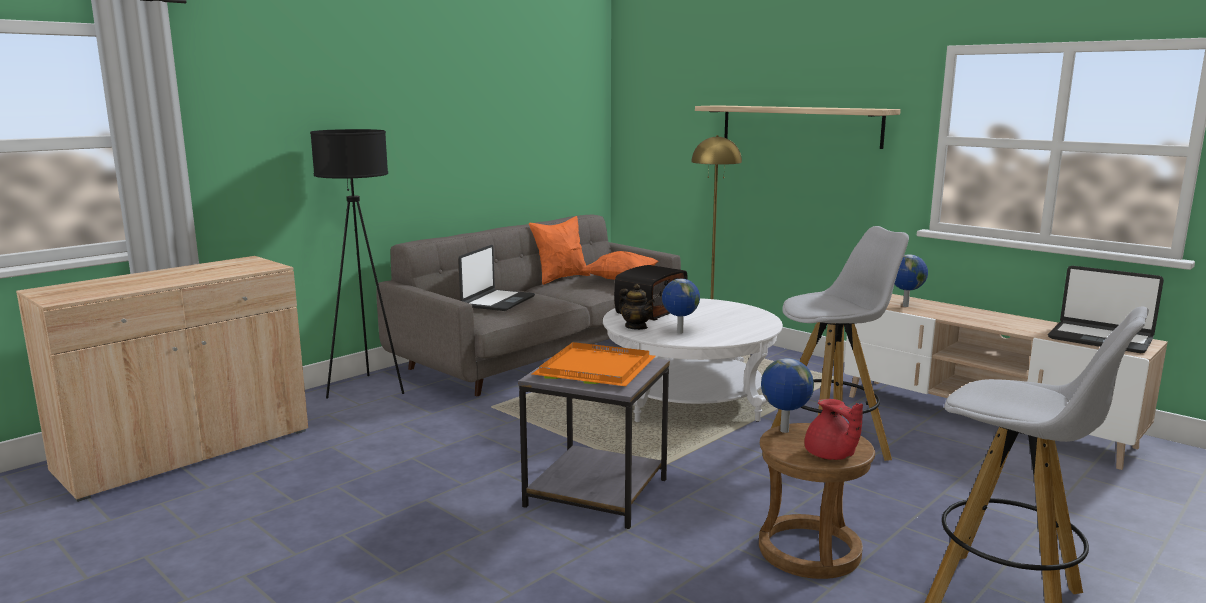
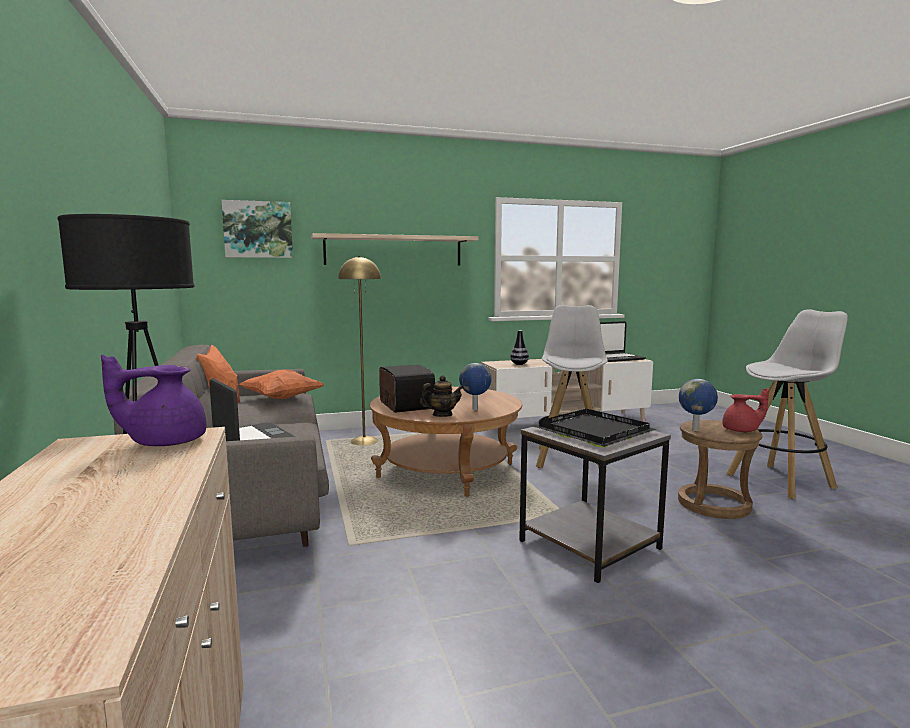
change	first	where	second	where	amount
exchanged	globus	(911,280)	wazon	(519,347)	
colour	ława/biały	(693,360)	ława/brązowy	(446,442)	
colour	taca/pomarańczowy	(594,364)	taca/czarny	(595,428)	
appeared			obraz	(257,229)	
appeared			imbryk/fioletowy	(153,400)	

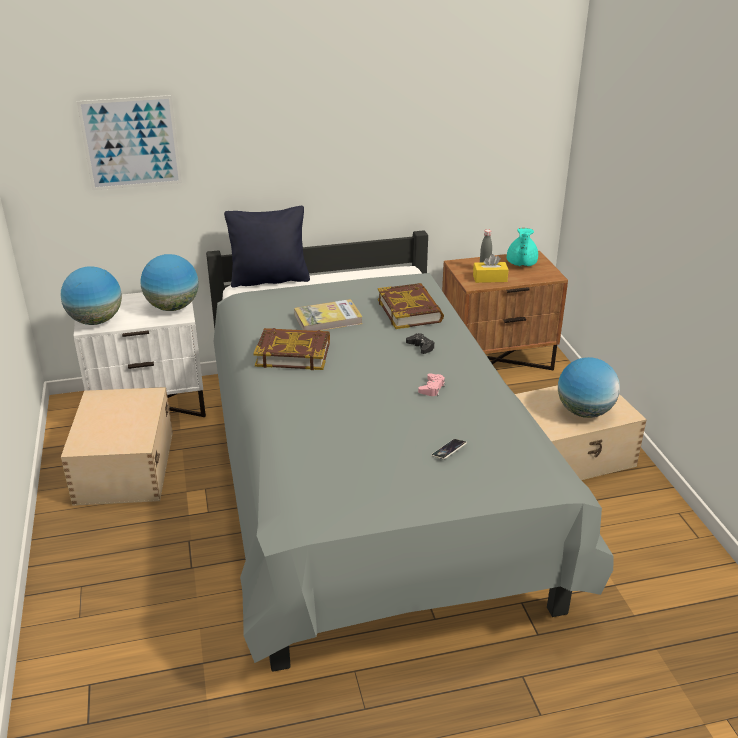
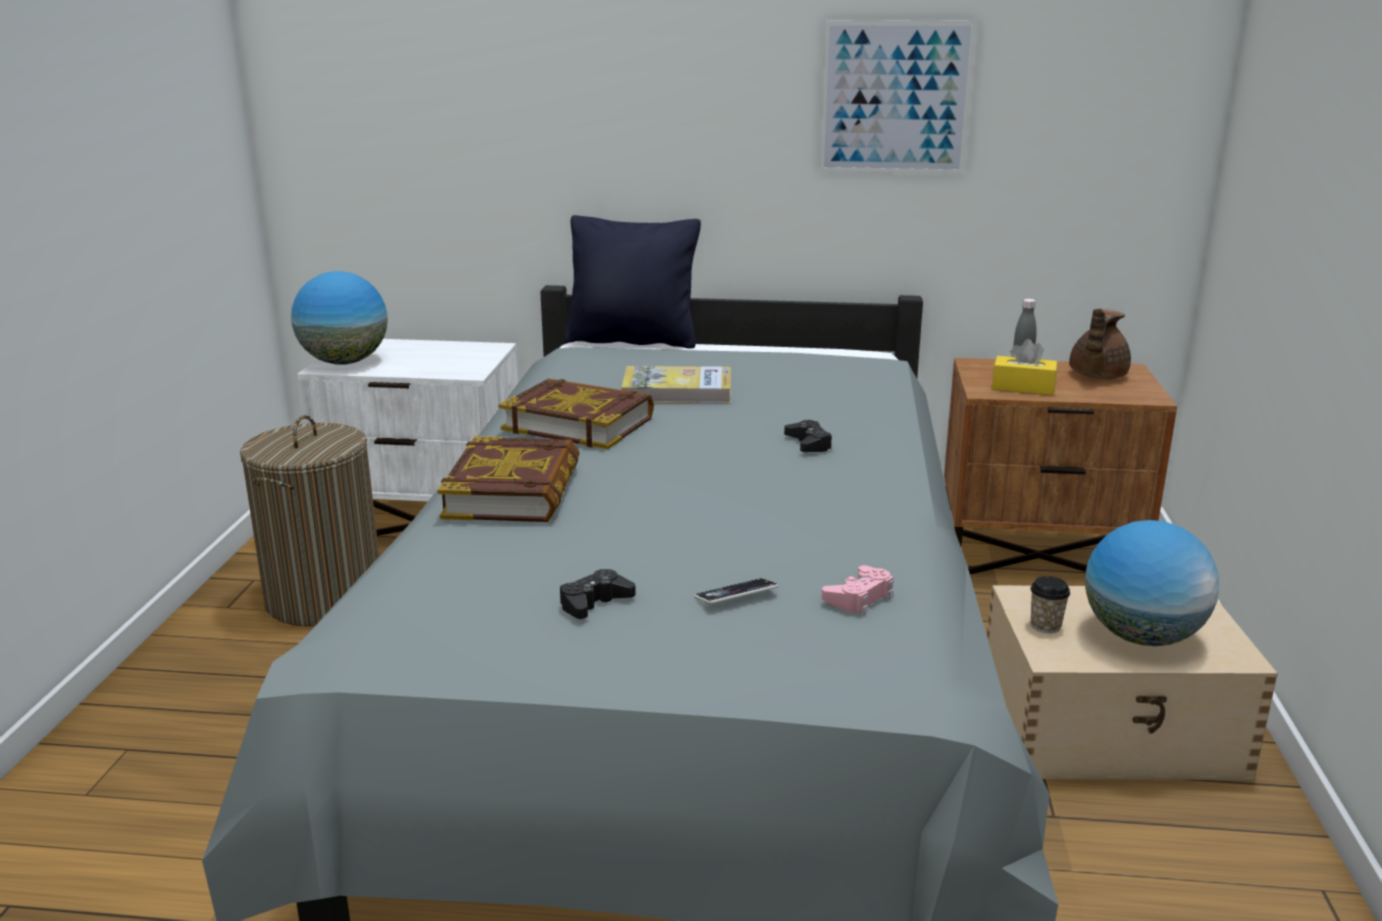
change	first	where	second	where	amount
relocated	obraz	(129,142)		(898,97)	
colour	imbryk/turkusowy	(522,247)	imbryk/brązowy	(1100,344)	
missing	globus	(169,282)			
relocated	książka	(411,306)		(508,479)	
relocated	pad do gier/różowy	(431,384)		(857,590)	
exchanged	pojemnik do przechowywania/beżowy	(117,446)	kosz na pranie	(309,521)	
appeared			pad do gier/czarny	(598,594)	
appeared			filiżanka	(1050,604)	

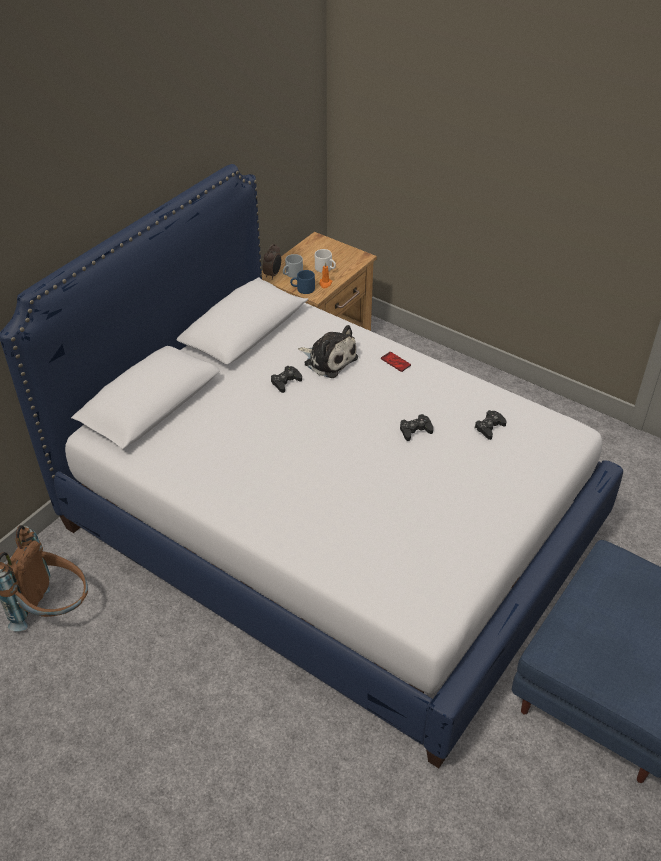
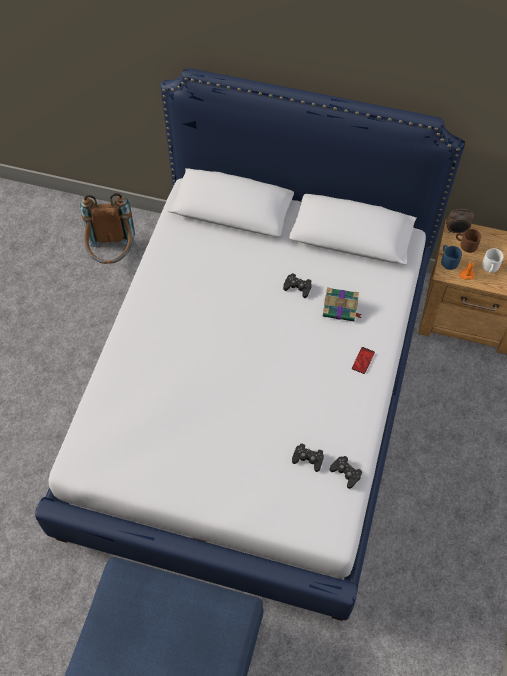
change	first	where	second	where	amount
colour	kubek/szary	(293,266)	kubek/brązowy	(468,241)	
exchanged	pluszak	(328,351)	książka	(342,304)	
relocated	pad do gier/czarny	(416,427)		(346,472)	

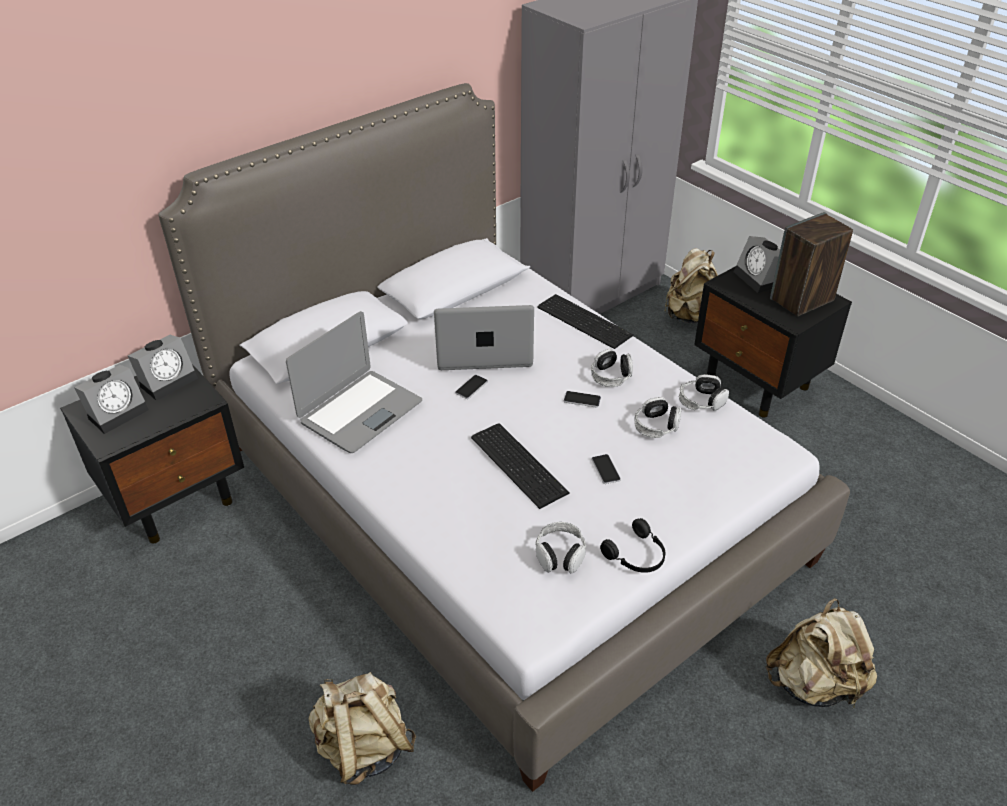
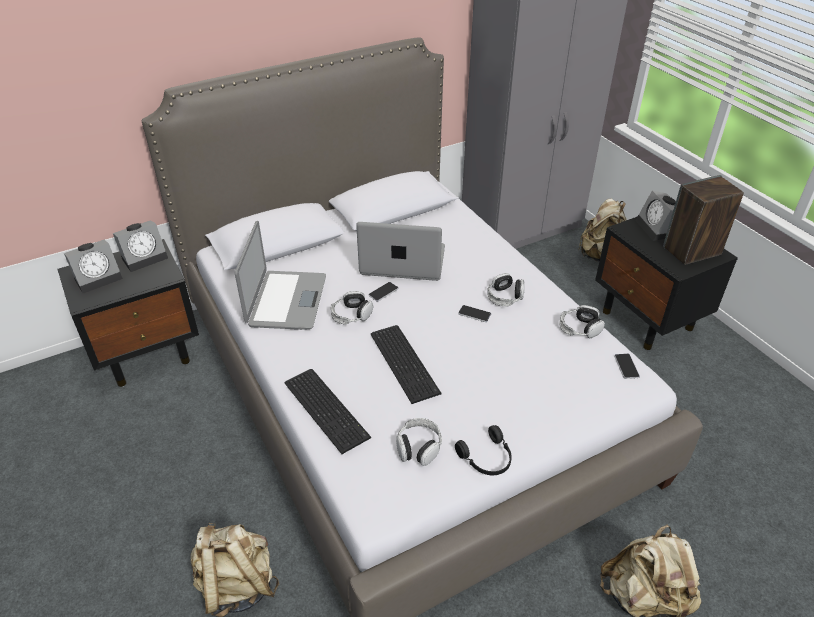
change	first	where	second	where	amount
relocated	klawiatura	(585,321)		(328,411)	
spun	laptop	(354,382)		(280,275)	45 degrees counterclockwise
relocated	słuchawki	(657,417)		(352,308)	
relocated	telefon	(606,469)		(627,366)	

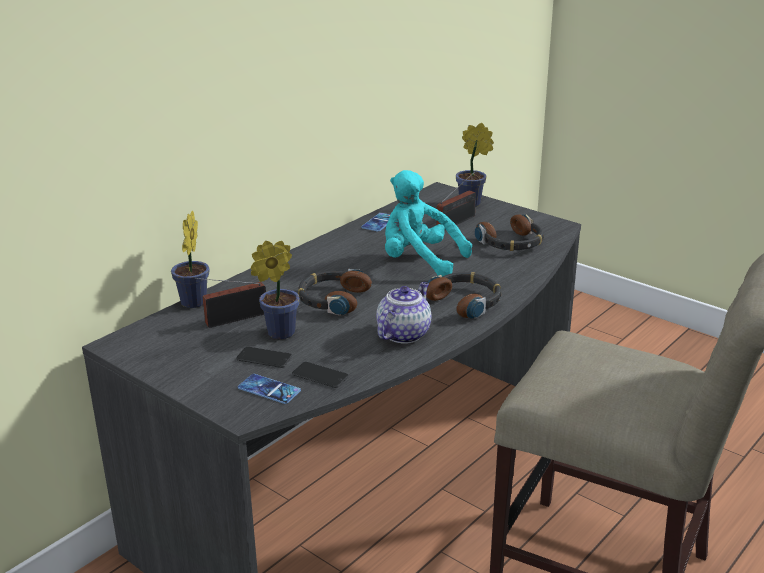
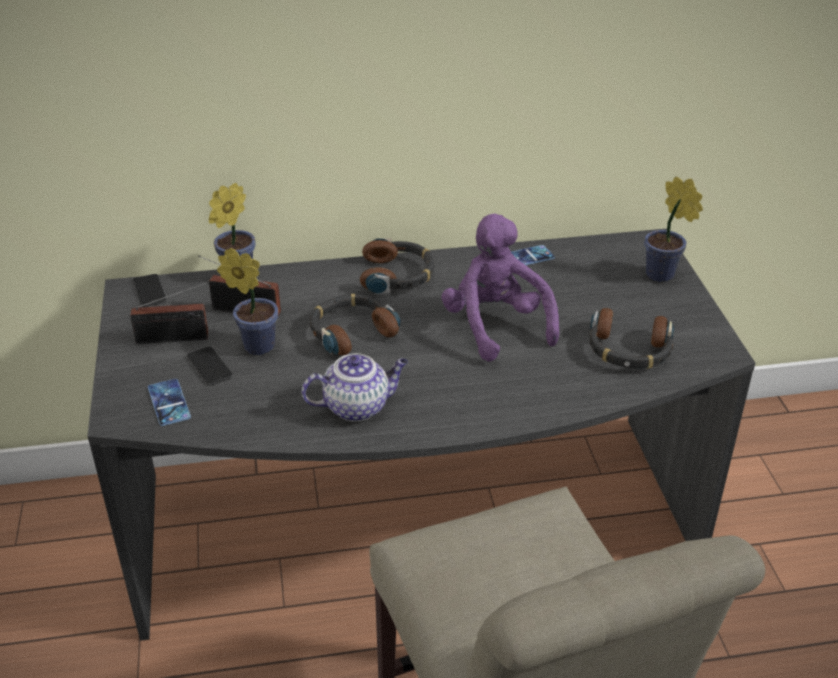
change	first	where	second	where	amount
colour	pluszak/turkusowy	(428,223)	pluszak/fioletowy	(500,288)	
relocated	radio	(456,200)		(169,313)	
relocated	słuchawki	(463,295)		(397,265)	
relocated	telefon	(320,375)		(150,290)	

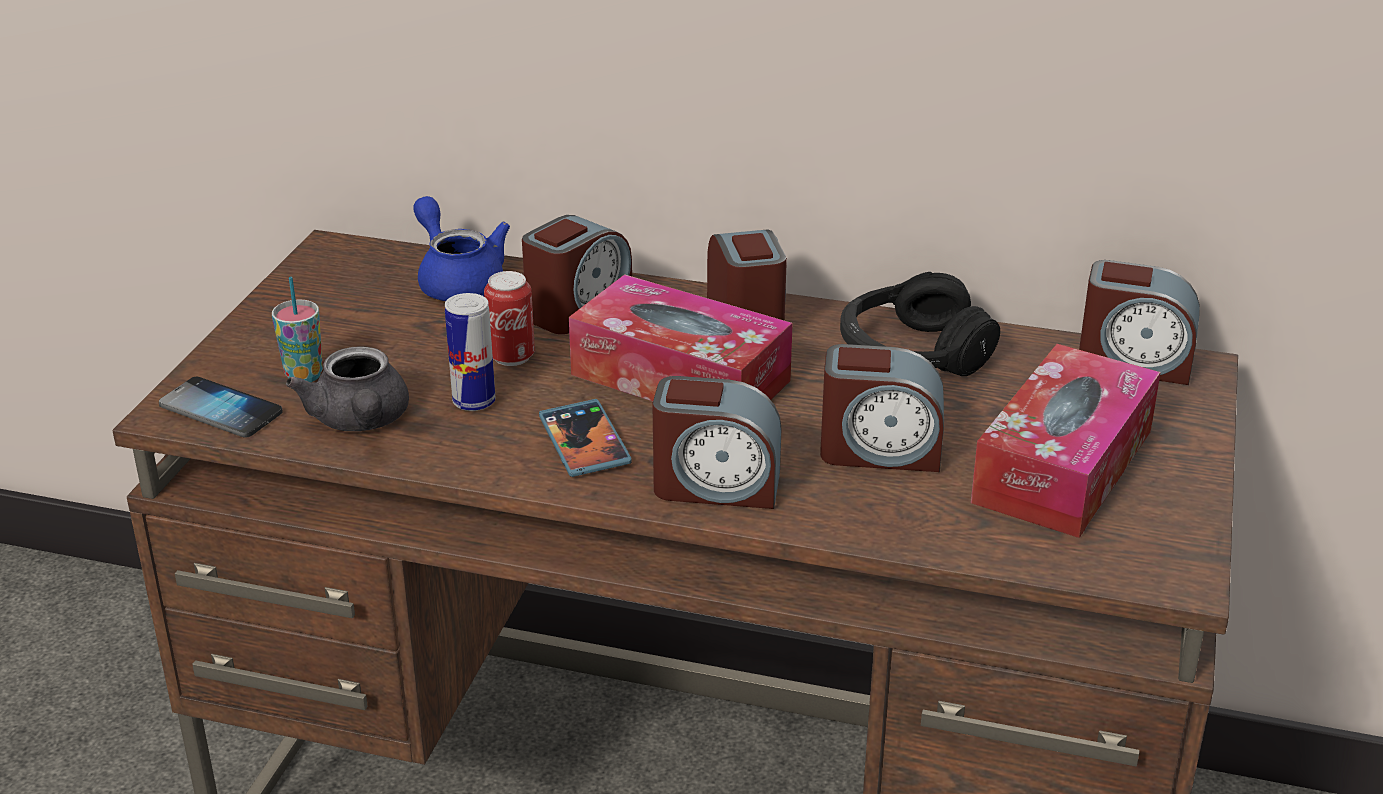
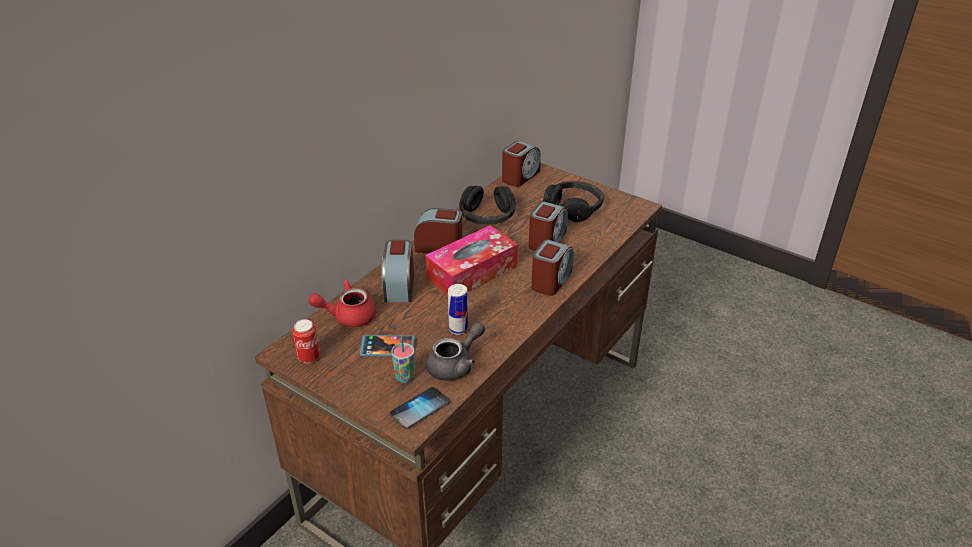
change	first	where	second	where	amount
colour	imbryk/niebieski	(461,248)	imbryk/czerwony	(342,303)	
spun	budzik	(577,274)		(397,271)	150 degrees counterclockwise
relocated	puszka	(509,318)		(306,341)	
exchanged	pudełko chusteczek	(1066,441)	słuchawki/czarny	(573,201)	
spun	imbryk/szary	(347,388)		(455,351)	45 degrees counterclockwise
relocated	telefon	(585,438)		(387,346)	

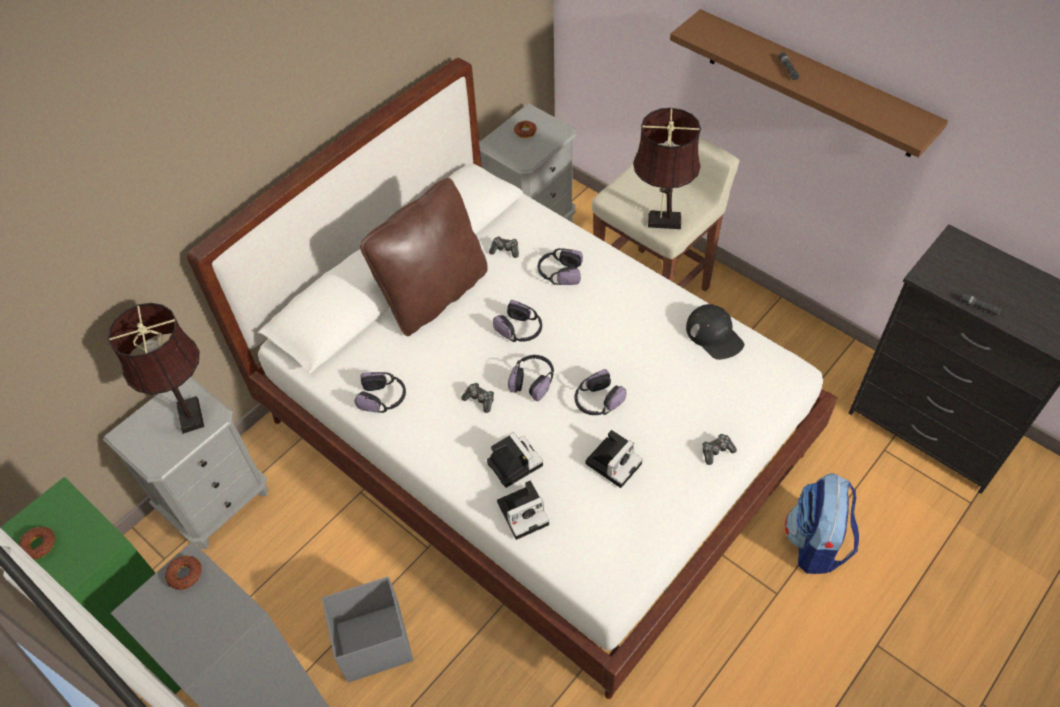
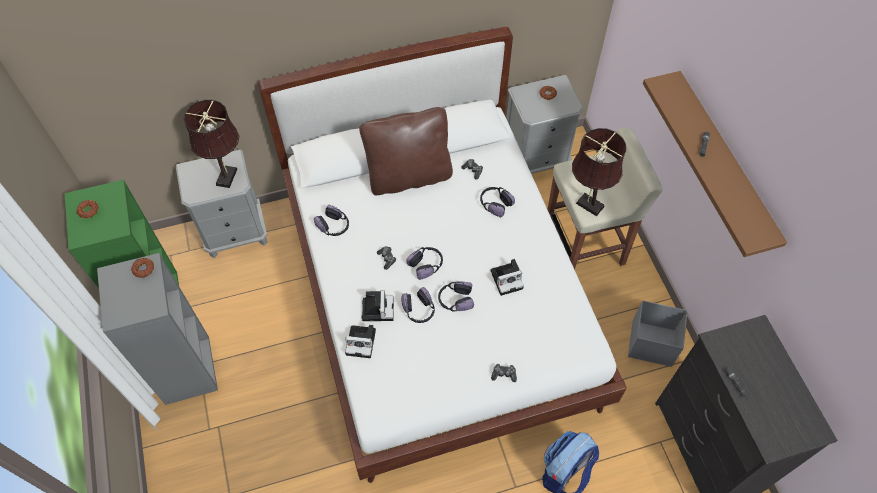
change	first	where	second	where	amount
relocated	słuchawki	(517,321)		(418,305)	
missing	czapka z daszkiem/czarny	(715,332)			
relocated	aparat fotograficzny	(614,459)		(507,277)	
relocated	pojemnik do przechowywania/szary	(368,629)		(657,334)	

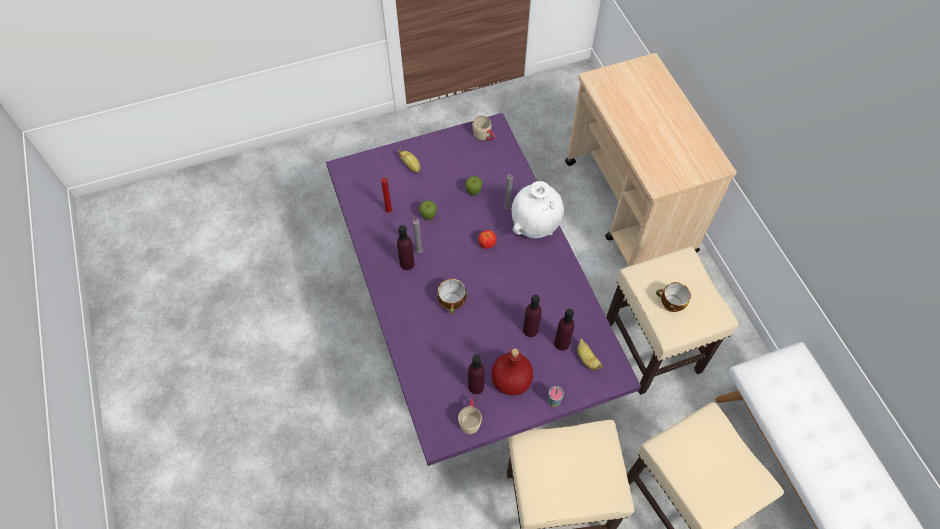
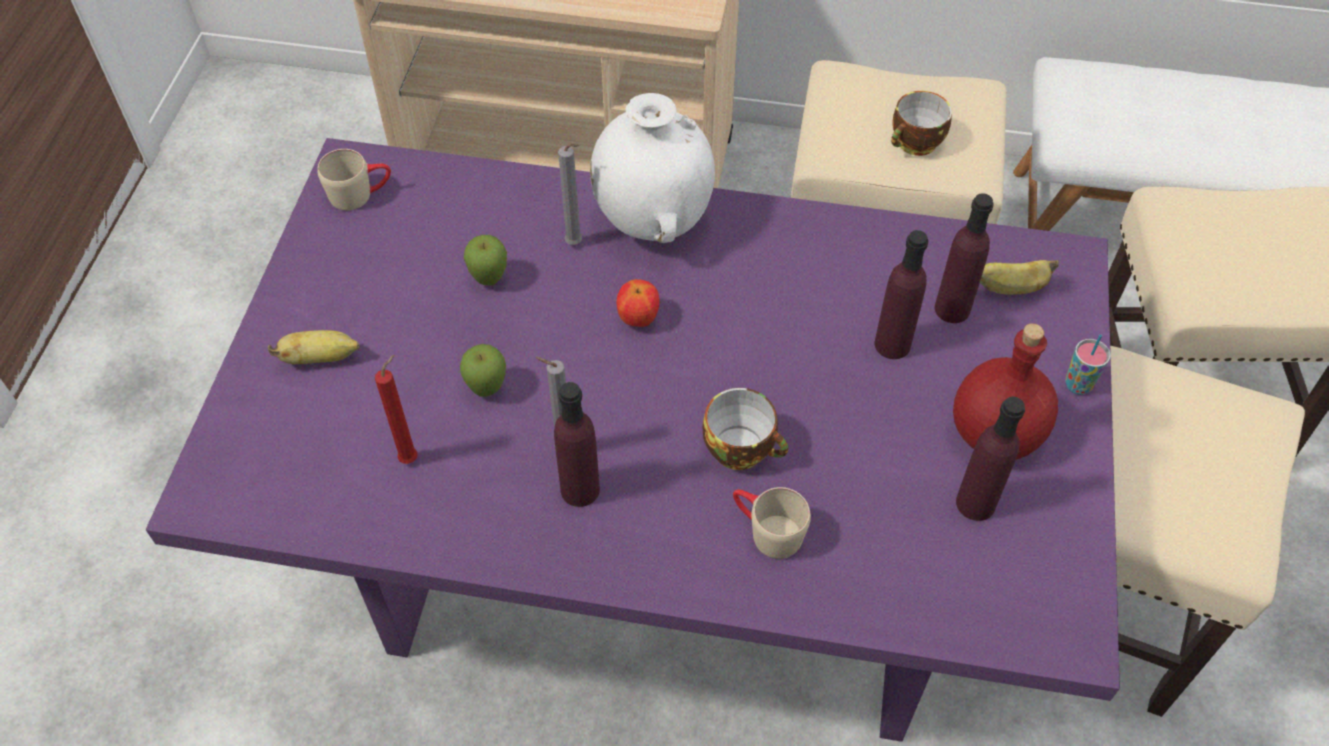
change	first	where	second	where	amount
relocated	kubek/beżowy	(470,416)		(772,523)	

